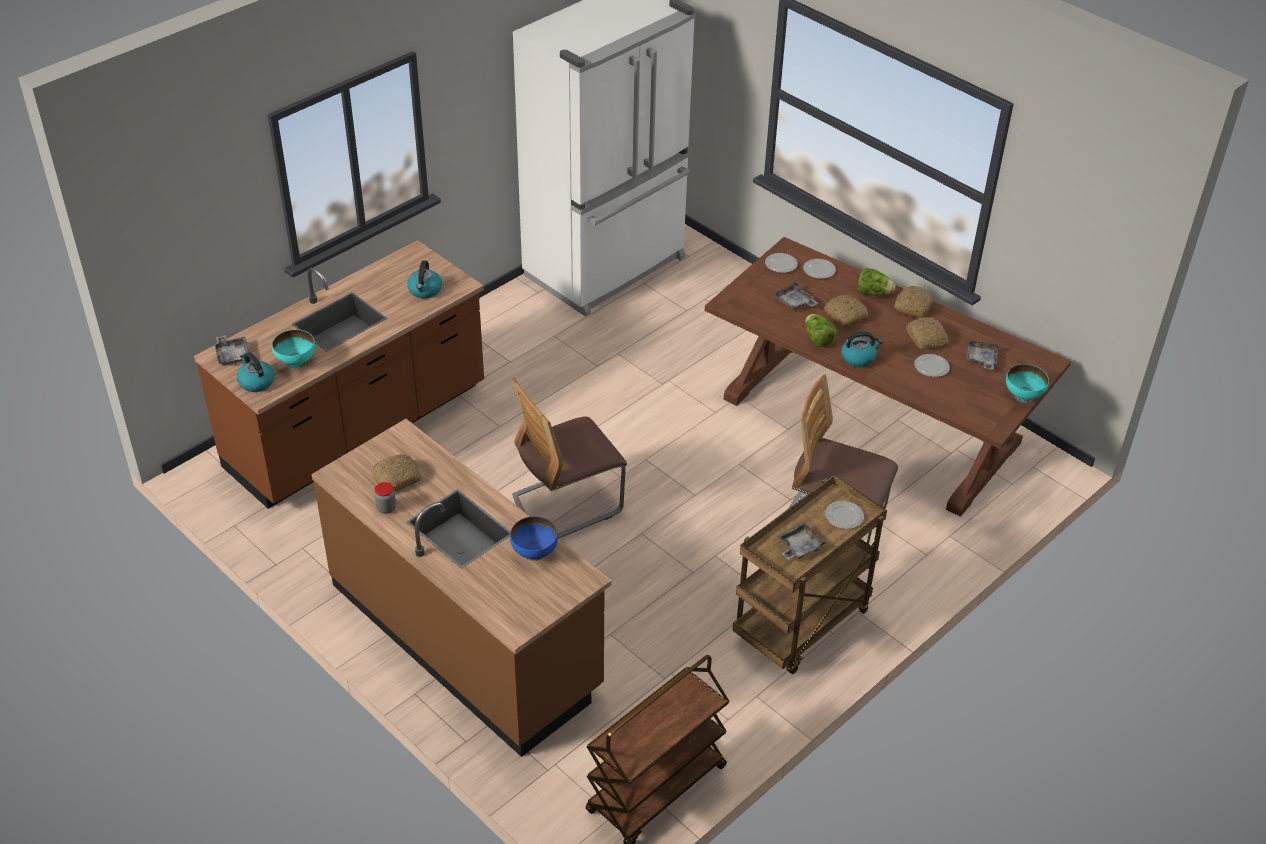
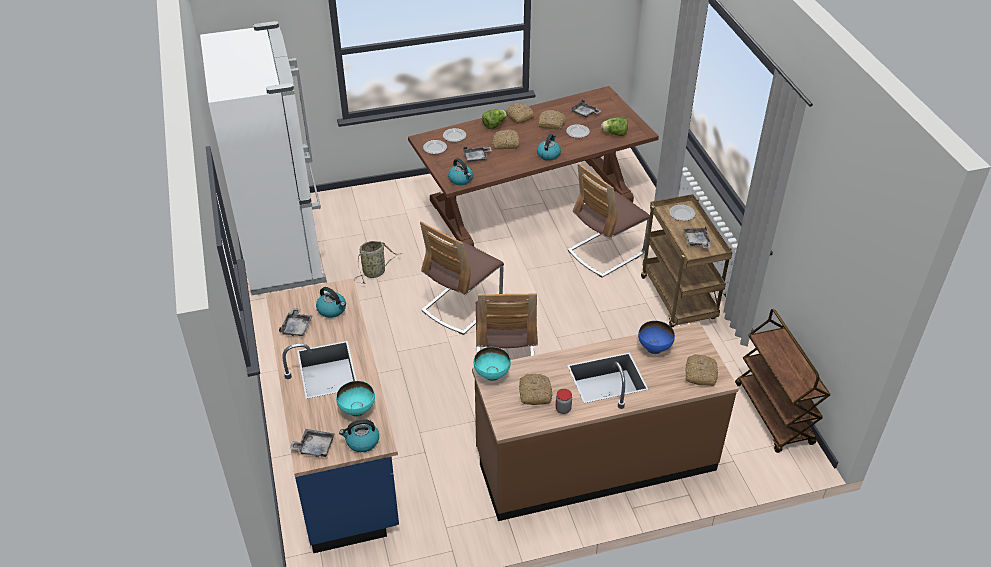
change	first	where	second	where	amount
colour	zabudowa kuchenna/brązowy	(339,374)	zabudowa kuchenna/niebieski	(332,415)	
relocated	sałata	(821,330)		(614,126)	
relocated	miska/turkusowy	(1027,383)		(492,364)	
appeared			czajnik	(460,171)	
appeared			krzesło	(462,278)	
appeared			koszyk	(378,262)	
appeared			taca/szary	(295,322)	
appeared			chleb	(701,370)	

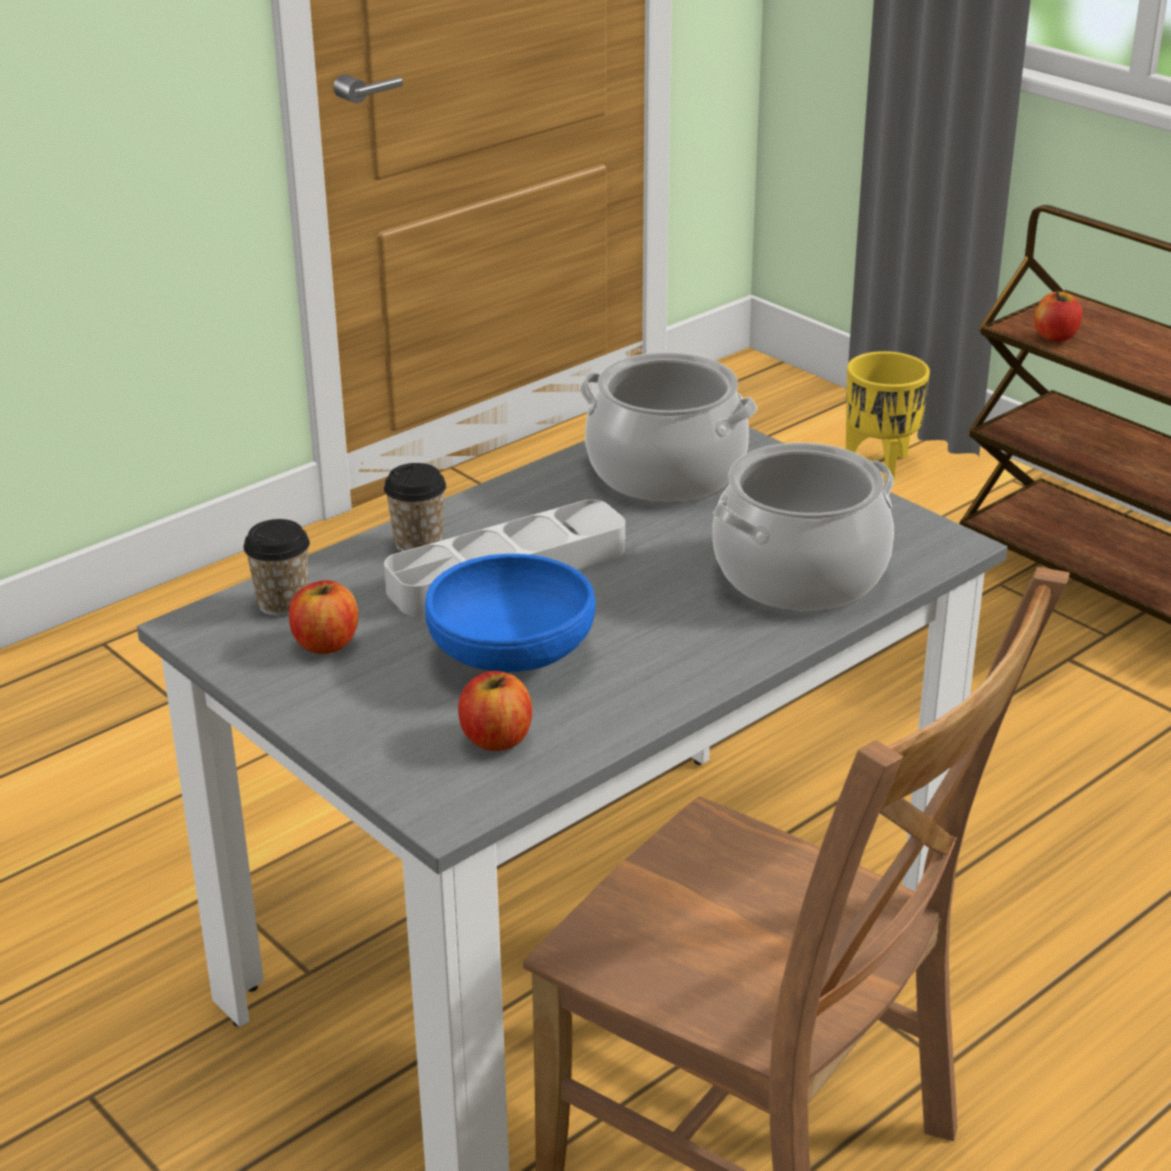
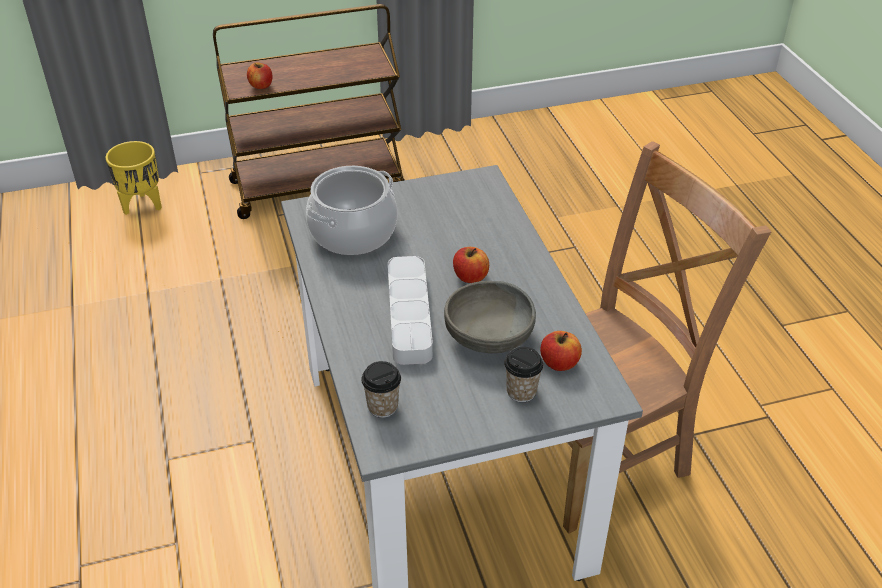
change	first	where	second	where	amount
missing	garnek	(803,526)			
relocated	filiżanka	(415,507)		(523,374)	
colour	miska/niebieski	(510,613)	miska/szary	(490,317)	
relocated	jabłko	(323,617)		(471,265)	

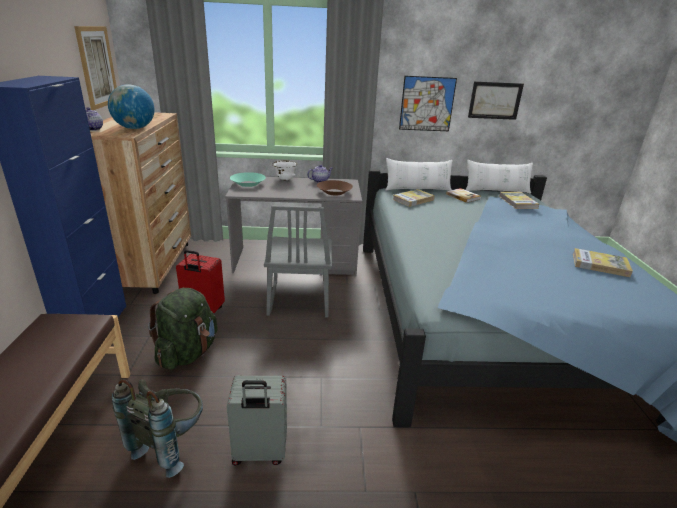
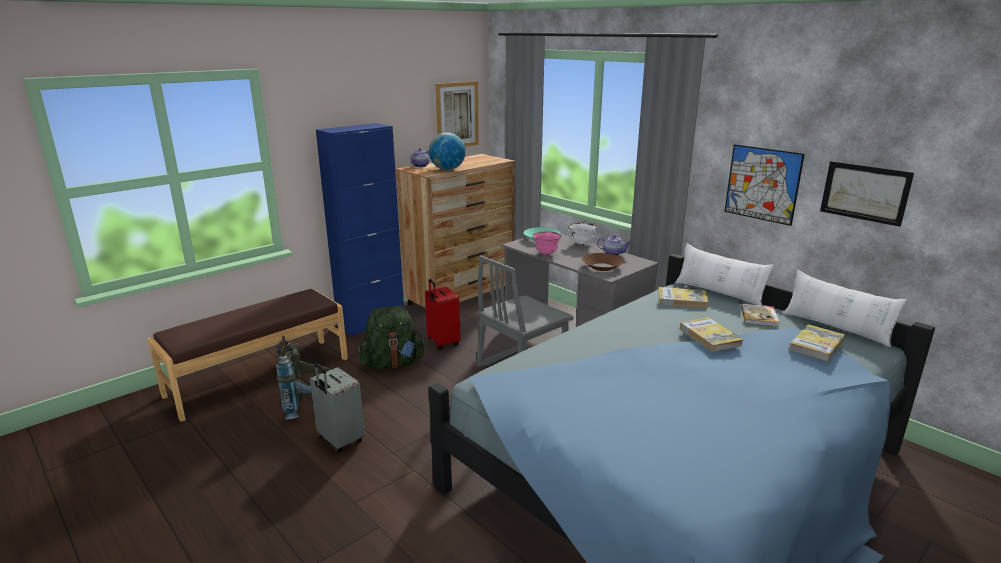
change	first	where	second	where	amount
relocated	książka	(603,262)		(711,334)	
appeared			miska/różowy	(547,243)	

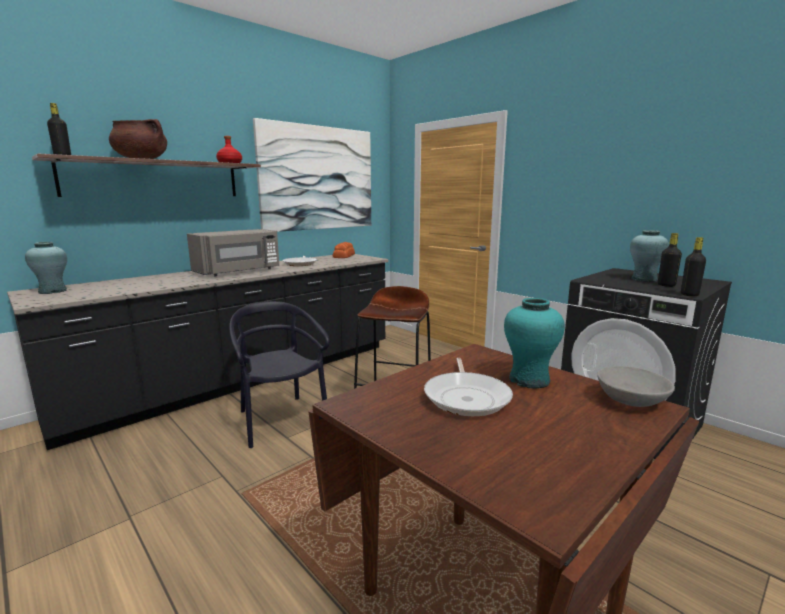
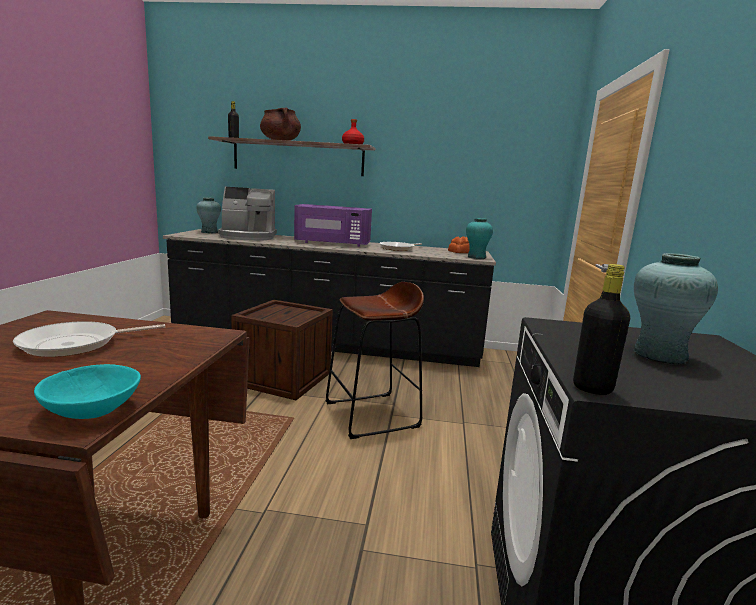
change	first	where	second	where	amount
missing	obraz	(312,175)			
colour	mikrofalówka/szary	(233,252)	mikrofalówka/fioletowy	(333,225)	
missing	butelka/czarny	(670,260)			
relocated	wazon/turkusowy	(534,343)		(479,238)	
exchanged	krzesło/czarny	(279,374)	skrzynka	(282,350)	
colour	miska/szary	(636,386)	miska/turkusowy	(87,391)	
appeared			ekspres do kawy	(247,214)	

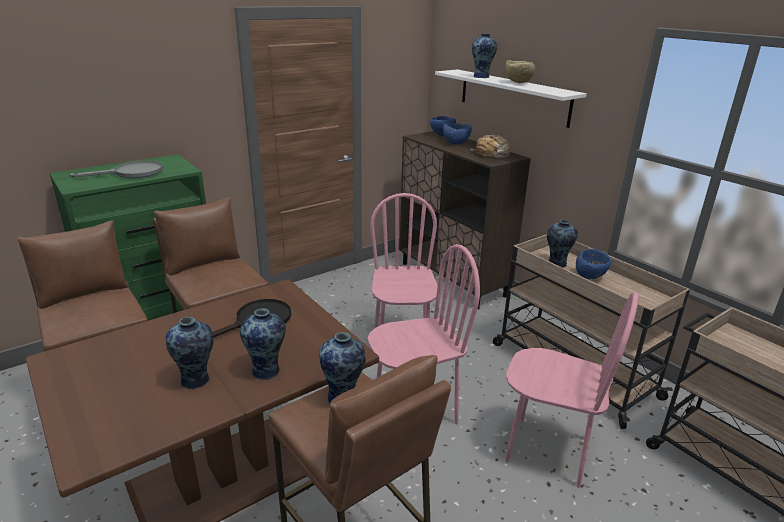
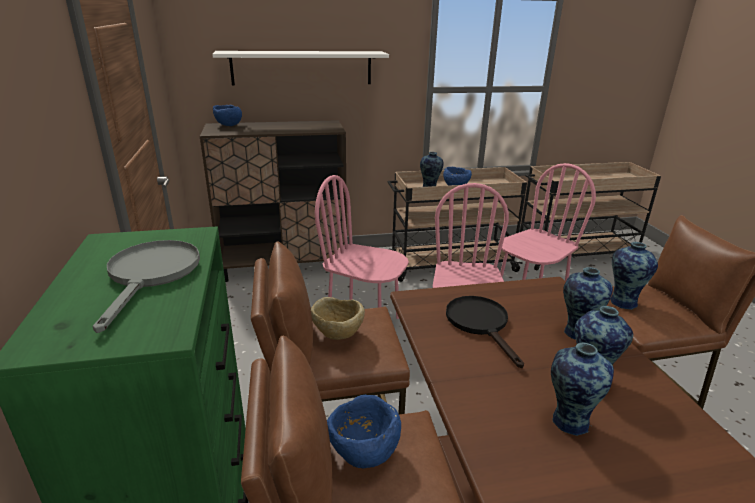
change	first	where	second	where	amount
relocated	wazon	(484,55)		(582,389)	
relocated	miska/beżowy	(520,71)		(338,318)	
relocated	miska/niebieski	(457,134)		(364,432)	
missing	chleb	(491,146)			

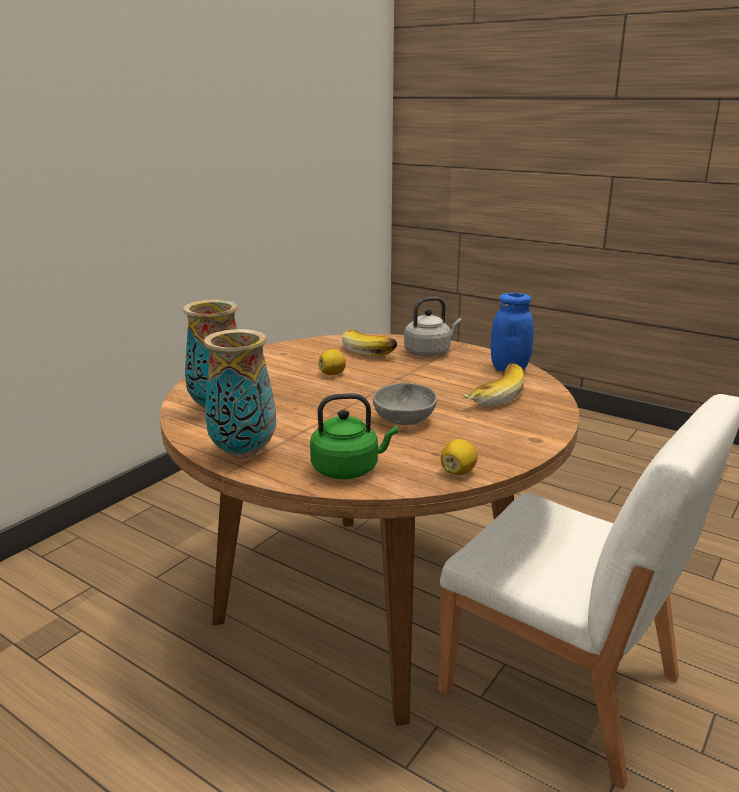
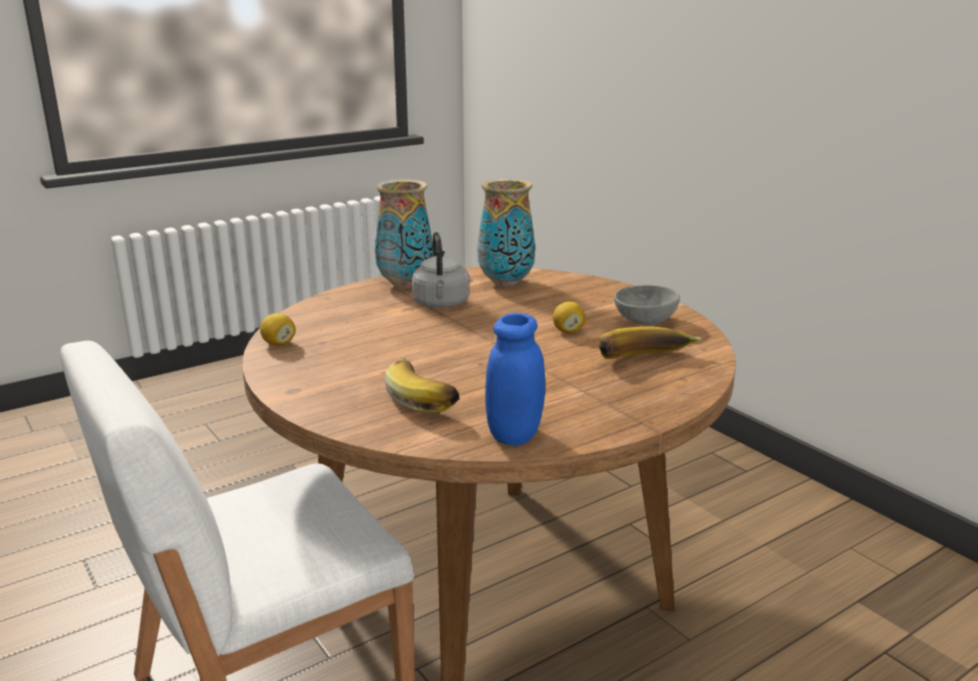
change	first	where	second	where	amount
relocated	czajnik/szary	(433,326)		(441,270)	
relocated	miska/szary	(405,404)		(647,305)	
missing	czajnik/zielony	(354,436)			

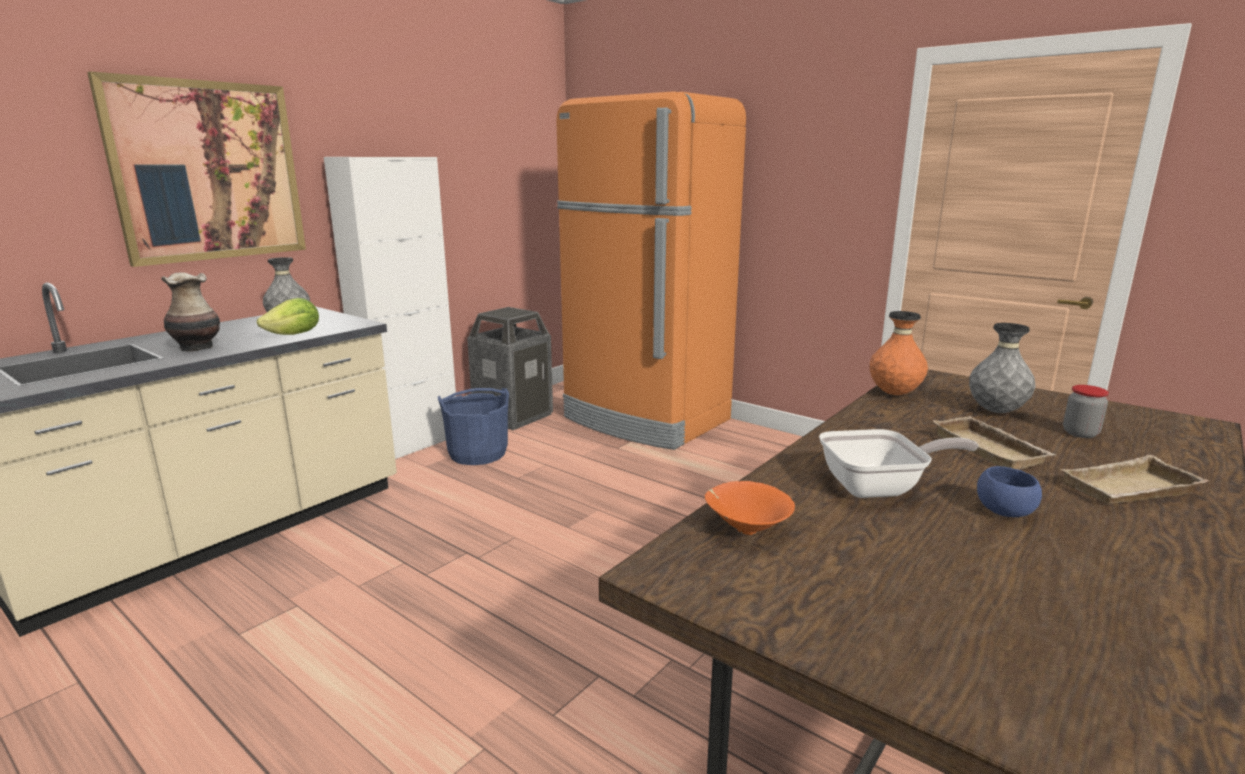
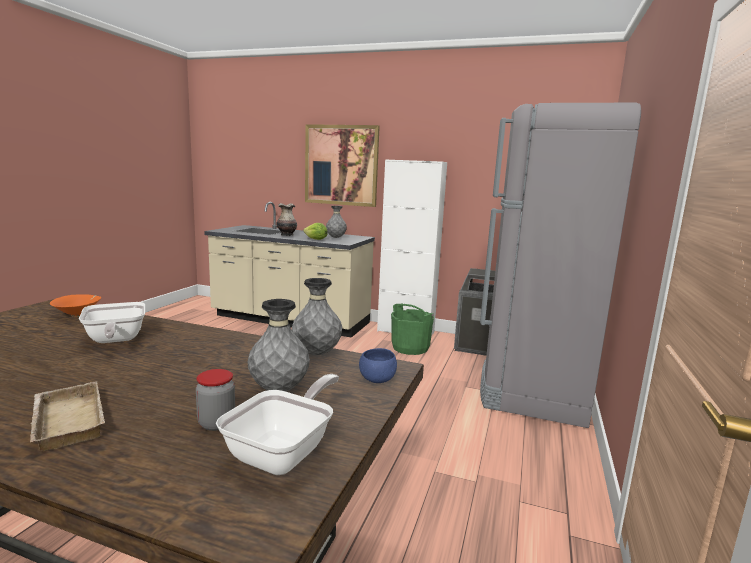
change	first	where	second	where	amount
colour	lodówka/pomarańczowy	(651,270)	lodówka/szary	(560,265)	
colour	wazon/pomarańczowy	(899,353)	wazon/szary	(317,316)	
colour	wiadro/niebieski	(473,426)	wiadro/zielony	(412,329)	
missing	taca/beżowy	(994,443)			
relocated	miska/niebieski	(1009,491)		(378,365)	
appeared			patelnia	(277,424)	

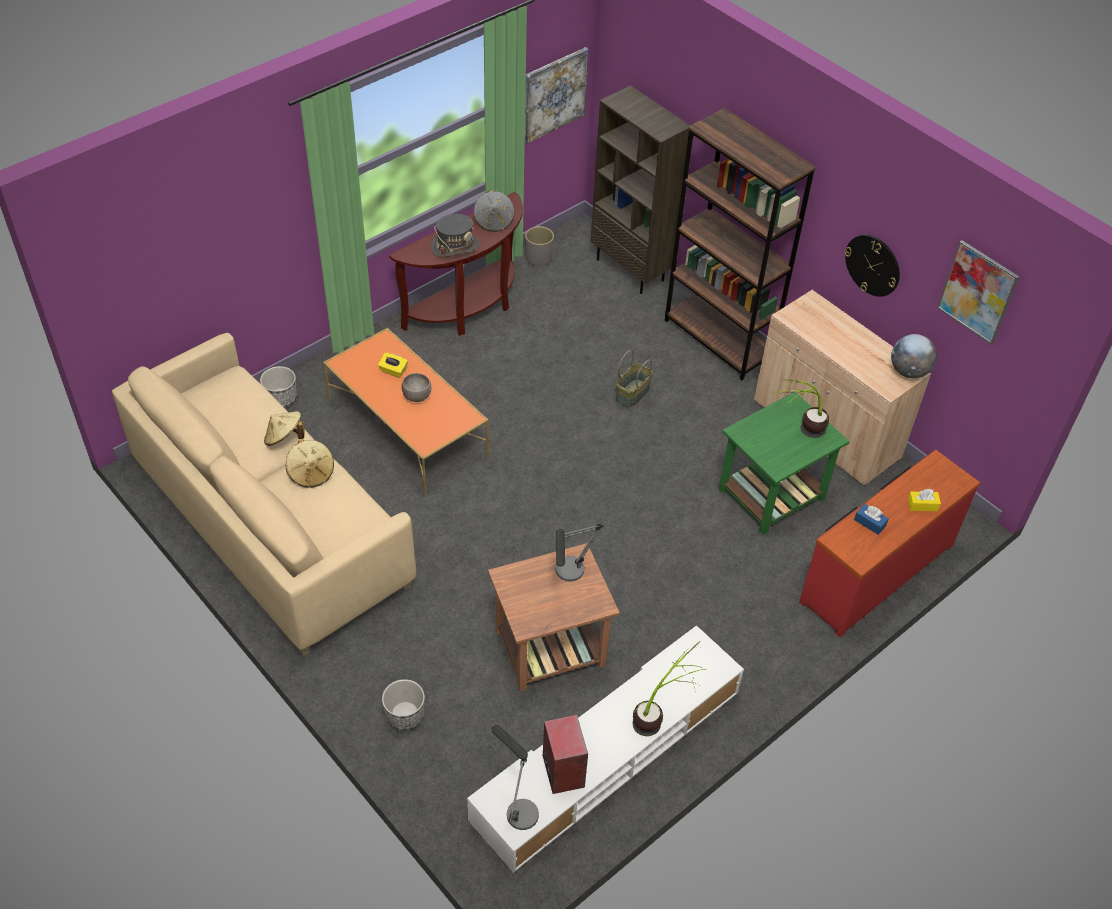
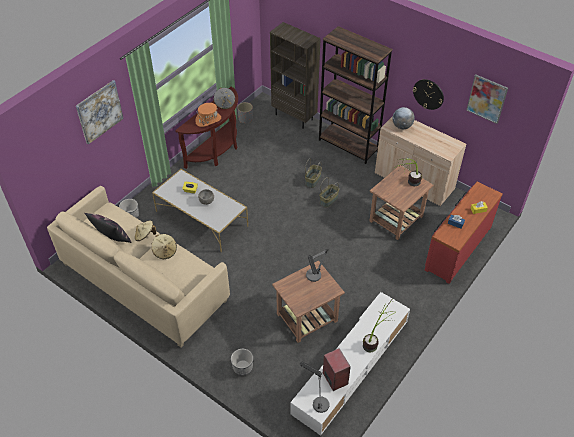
change	first	where	second	where	amount
relocated	obraz	(556,95)		(100,112)	
colour	kapelusz/szary	(455,235)	kapelusz/pomarańczowy	(208,115)	
colour	ława/pomarańczowy	(406,411)	ława/biały	(200,210)	
relocated	globus	(914,356)		(403,118)	
colour	stolik/zielony	(784,463)	stolik/brązowy	(401,202)	
appeared			koszyk	(329,192)	
appeared			poduszka	(108,228)	

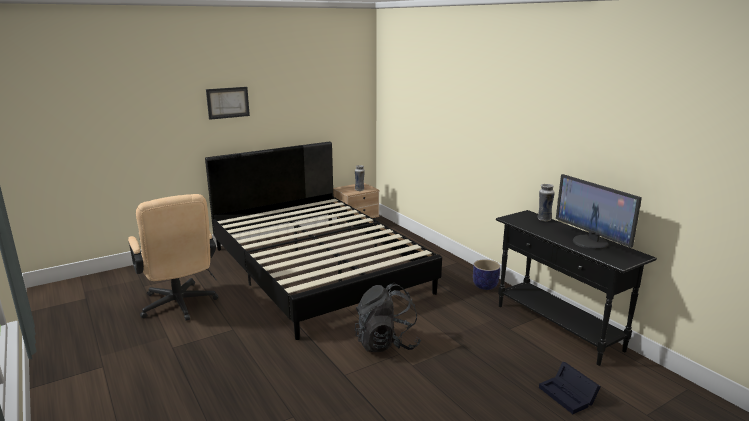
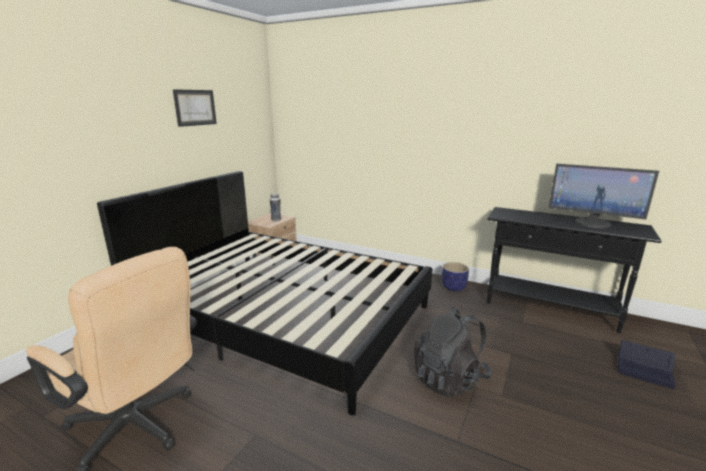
change	first	where	second	where	amount
relocated	obraz	(228,103)		(195,108)	
missing	wazon	(546,203)			

